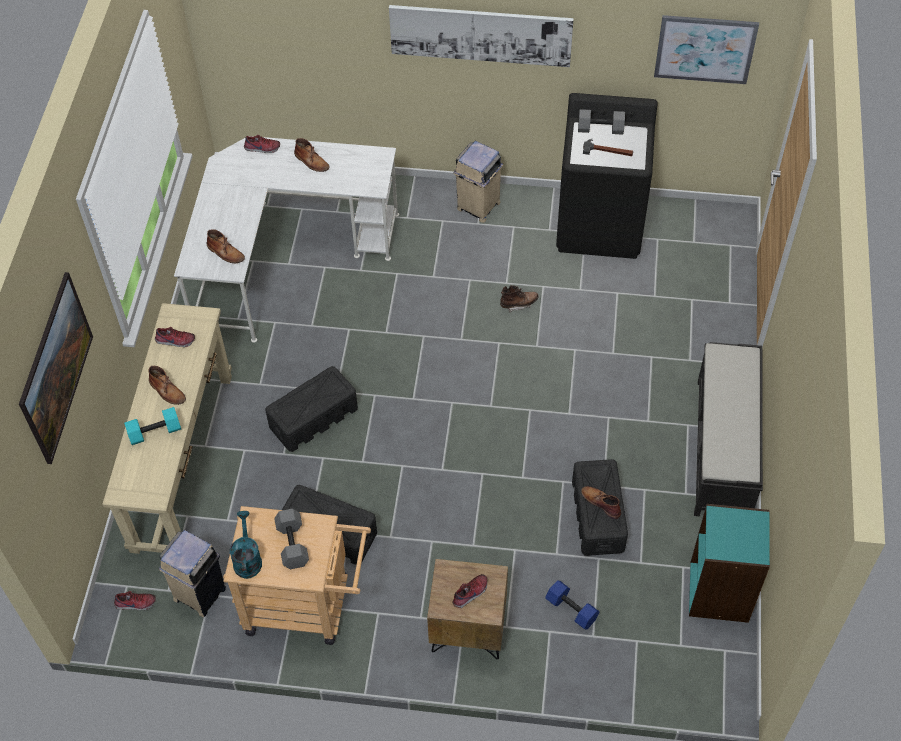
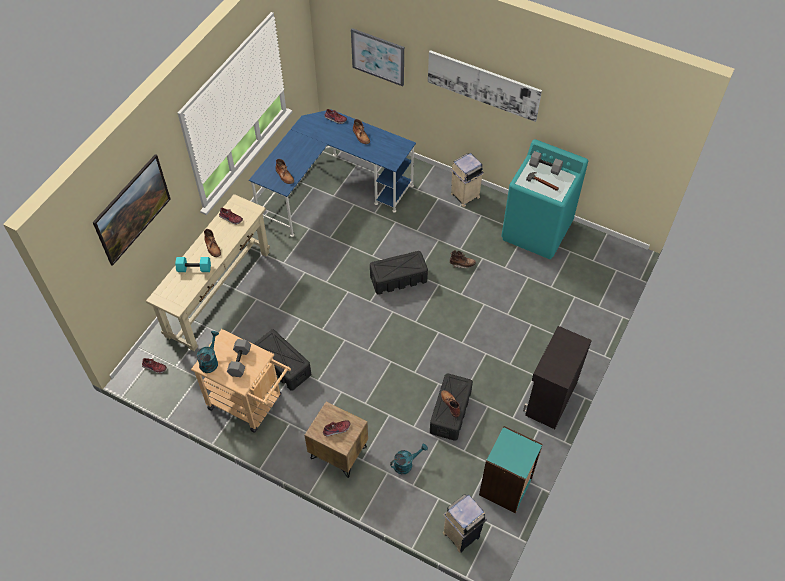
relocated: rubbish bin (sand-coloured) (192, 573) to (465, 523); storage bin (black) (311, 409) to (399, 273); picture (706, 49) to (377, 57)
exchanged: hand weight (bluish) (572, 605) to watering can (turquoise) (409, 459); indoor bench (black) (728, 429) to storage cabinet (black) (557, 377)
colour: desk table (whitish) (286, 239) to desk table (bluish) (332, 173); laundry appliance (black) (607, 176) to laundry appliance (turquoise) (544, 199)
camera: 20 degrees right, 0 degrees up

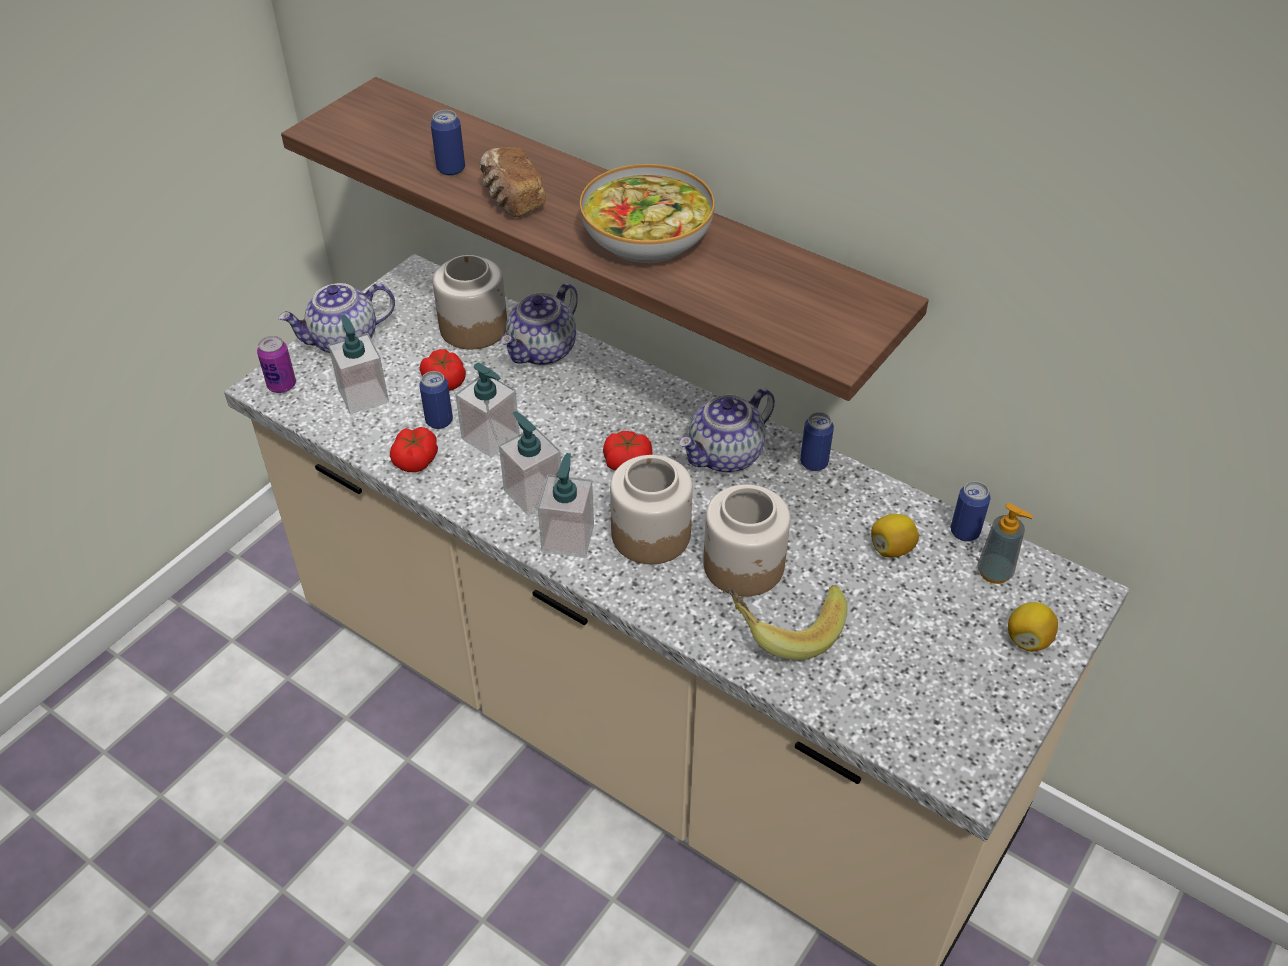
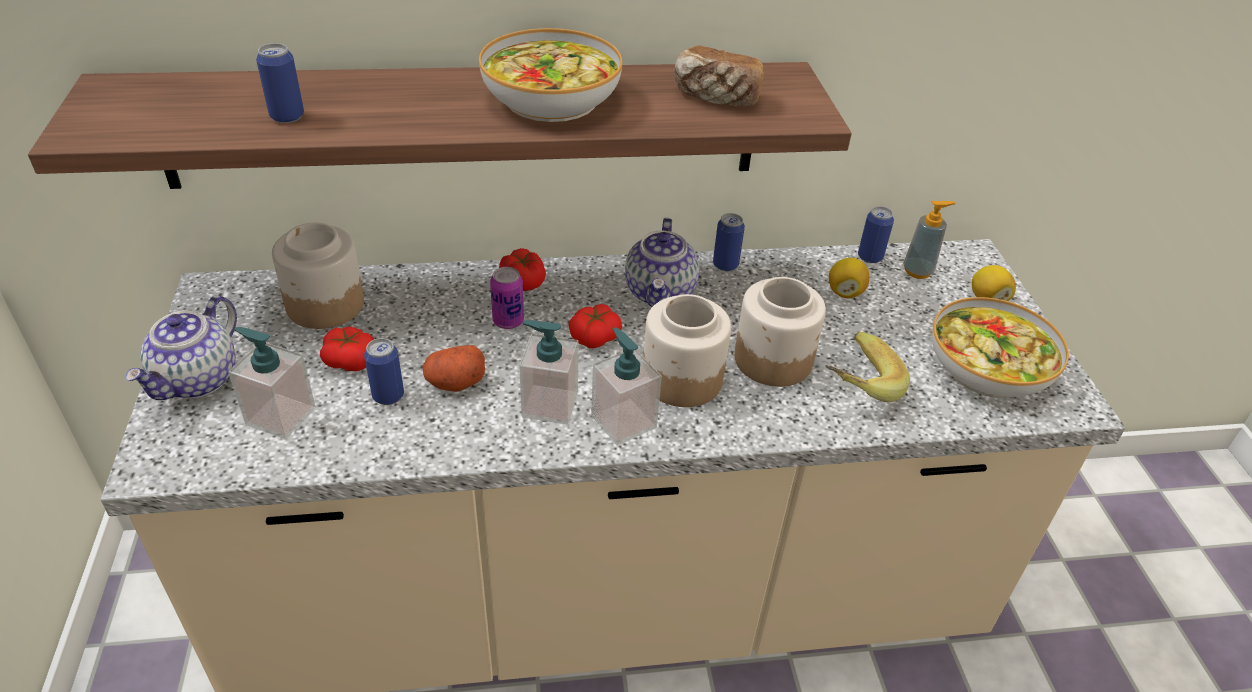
missing: teapot (539, 324)
appeared: serving bowl (1000, 347)
relocated: metal can (276, 364) to (507, 298); whole tomato (414, 449) to (522, 269); baked bread (513, 182) to (719, 76)
exchanged: liquid soap bottle (487, 410) to spud (453, 368)
camera: 45 degrees left, 5 degrees down

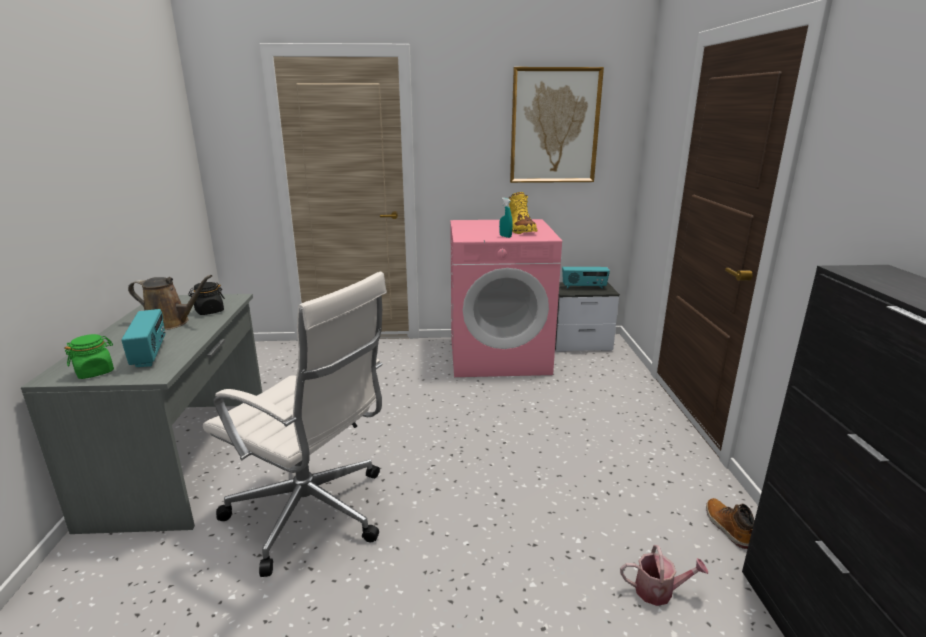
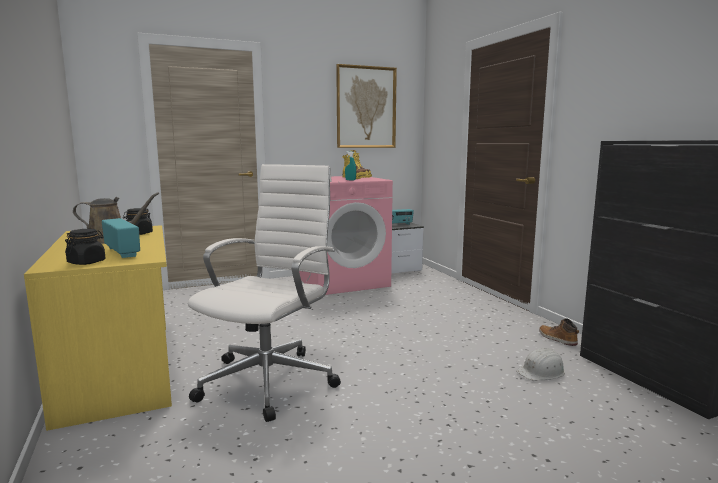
exchanged: watering can (664, 575) to hard hat (whitish) (540, 364)
colour: desk table (grey) (141, 414) to desk table (yellow) (98, 328); jar (green-coloured) (89, 356) to jar (black) (85, 247)
spun: desk chair (whitish) (295, 424) = (264, 293) 75 degrees counterclockwise
camera: 20 degrees left, 10 degrees down

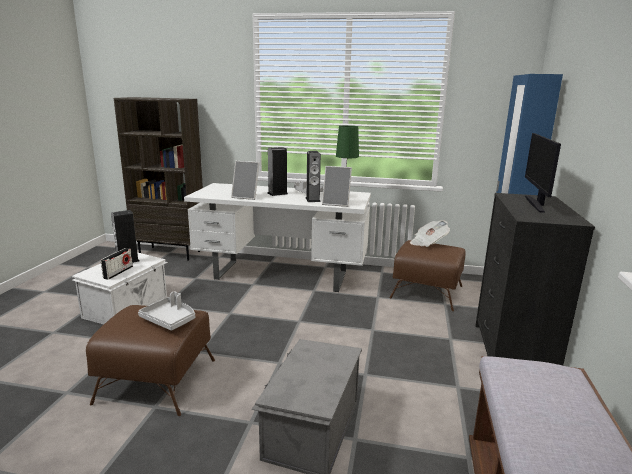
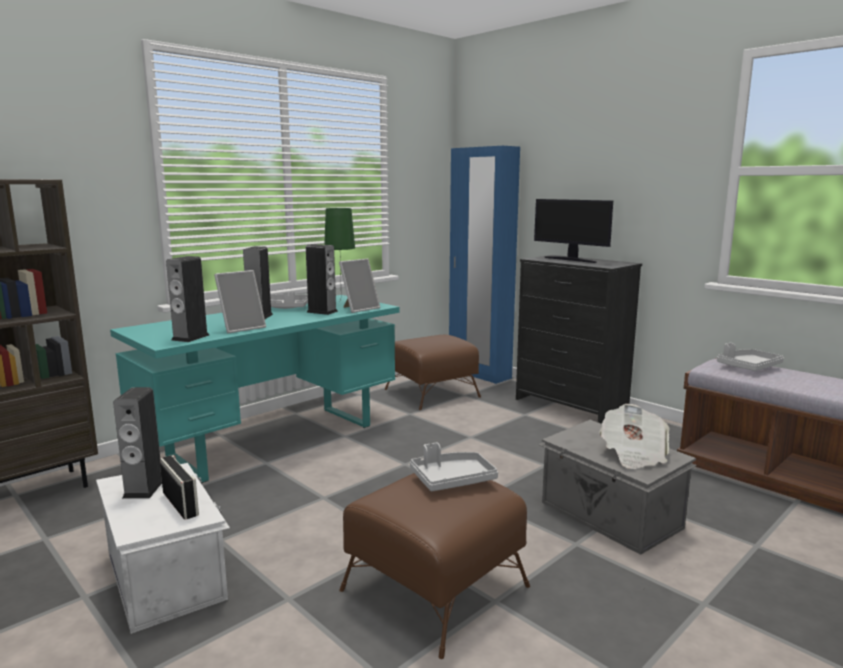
appeared: speaker (187, 299); tray (grey) (750, 357)
relocated: printed paper (430, 233) to (634, 436)
colour: desk table (whitish) (277, 237) to desk table (turquoise) (255, 389)
camera: 55 degrees left, 5 degrees down

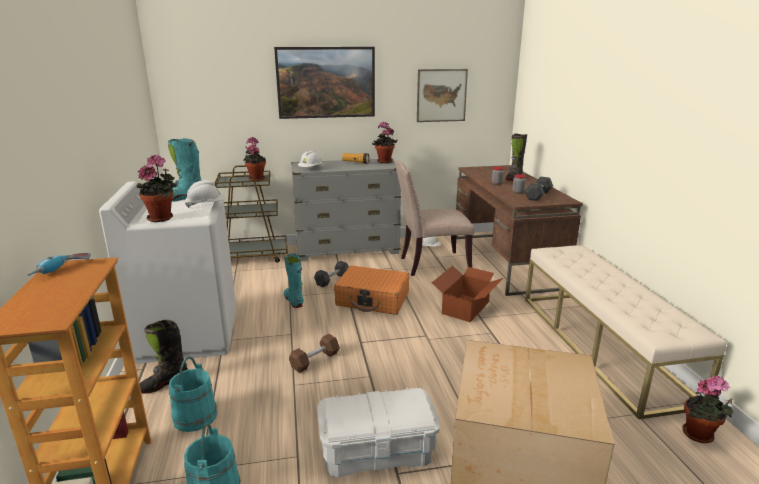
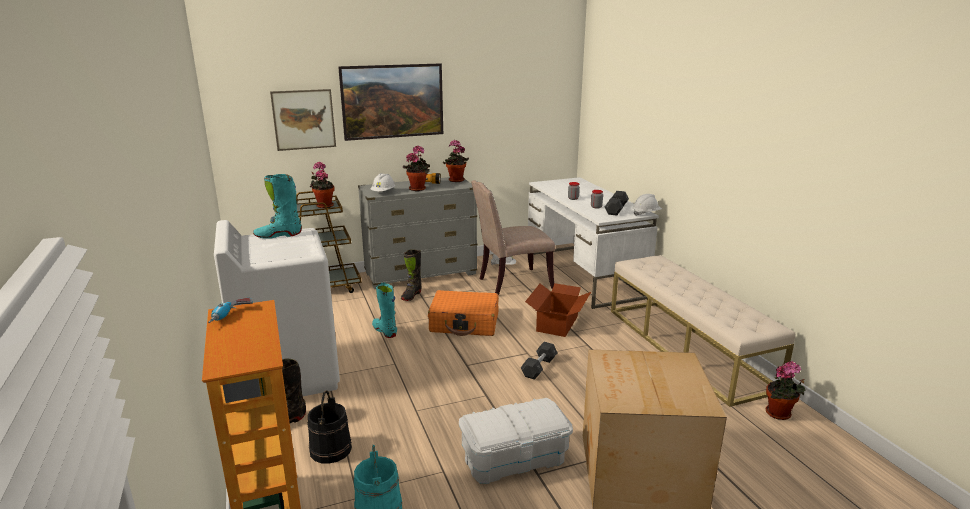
missing: hand weight (brownish) (314, 353)
relocated: potted plant (156, 188) to (416, 168); hard hat (whitish) (205, 194) to (647, 205); hand weight (grey) (331, 274) to (539, 361); picture (442, 95) to (303, 120); high-top boot (black) (516, 157) to (411, 275)
colour: water bucket (turquoise) (193, 394) to water bucket (black) (330, 427); desk table (brownish) (519, 230) to desk table (whitish) (593, 243)
camera: 10 degrees left, 0 degrees up

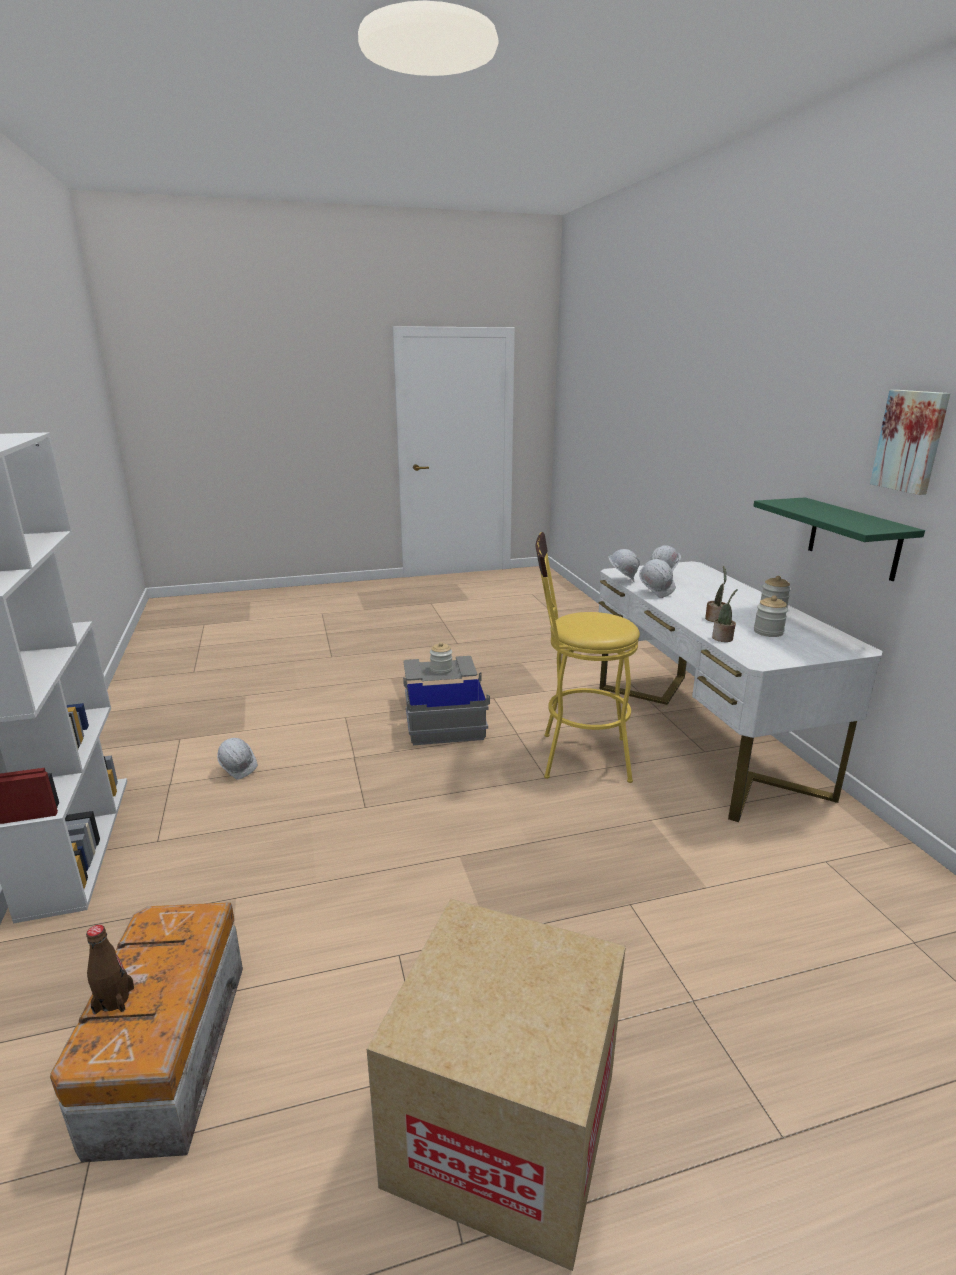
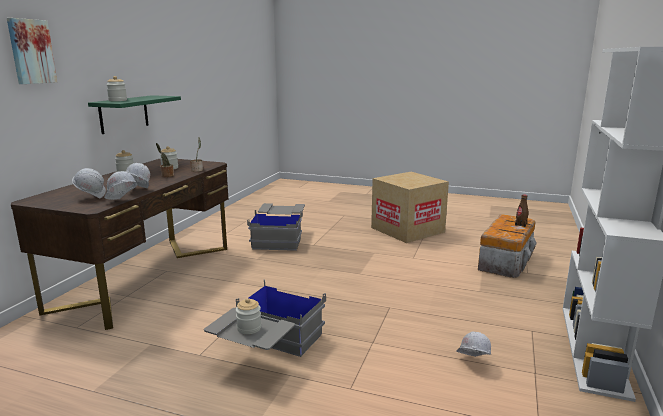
missing: stool (yellow) (588, 657)
appeared: jar (116, 88); storage bin (grey) (276, 227)
relocated: picture (910, 442) to (32, 51)
colour: desk table (whitish) (741, 691) to desk table (brownish) (120, 244)
camera: 145 degrees left, 5 degrees down

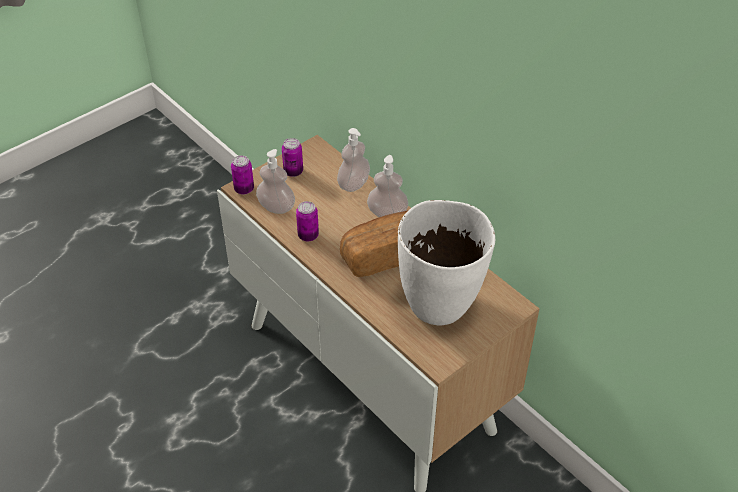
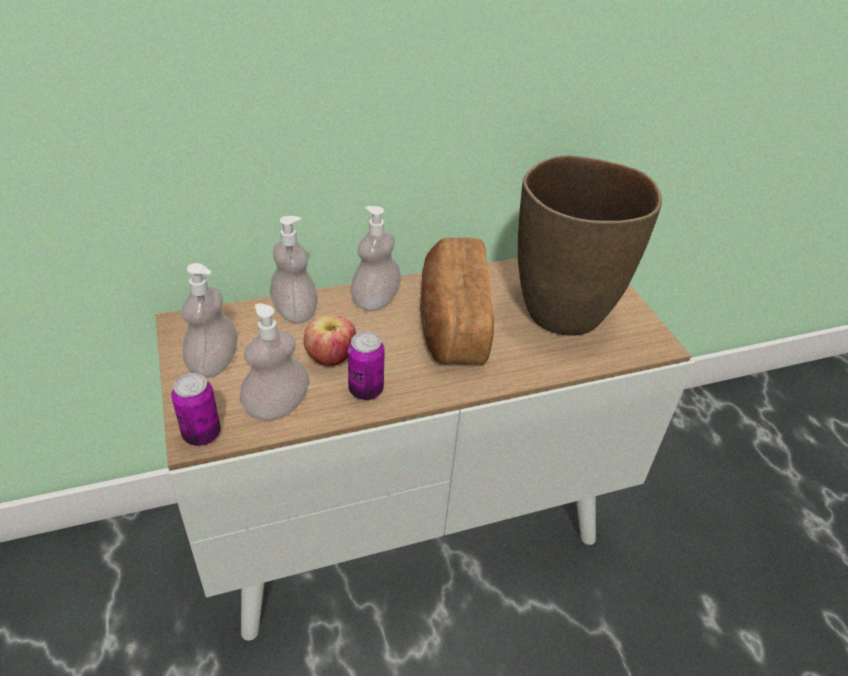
appeared: whole apple (330, 340)
exchanged: metal can (292, 157) to liquid soap bottle (210, 320)
colour: vase (whitish) (446, 263) to vase (brownish) (590, 245)
camera: 70 degrees left, 5 degrees down

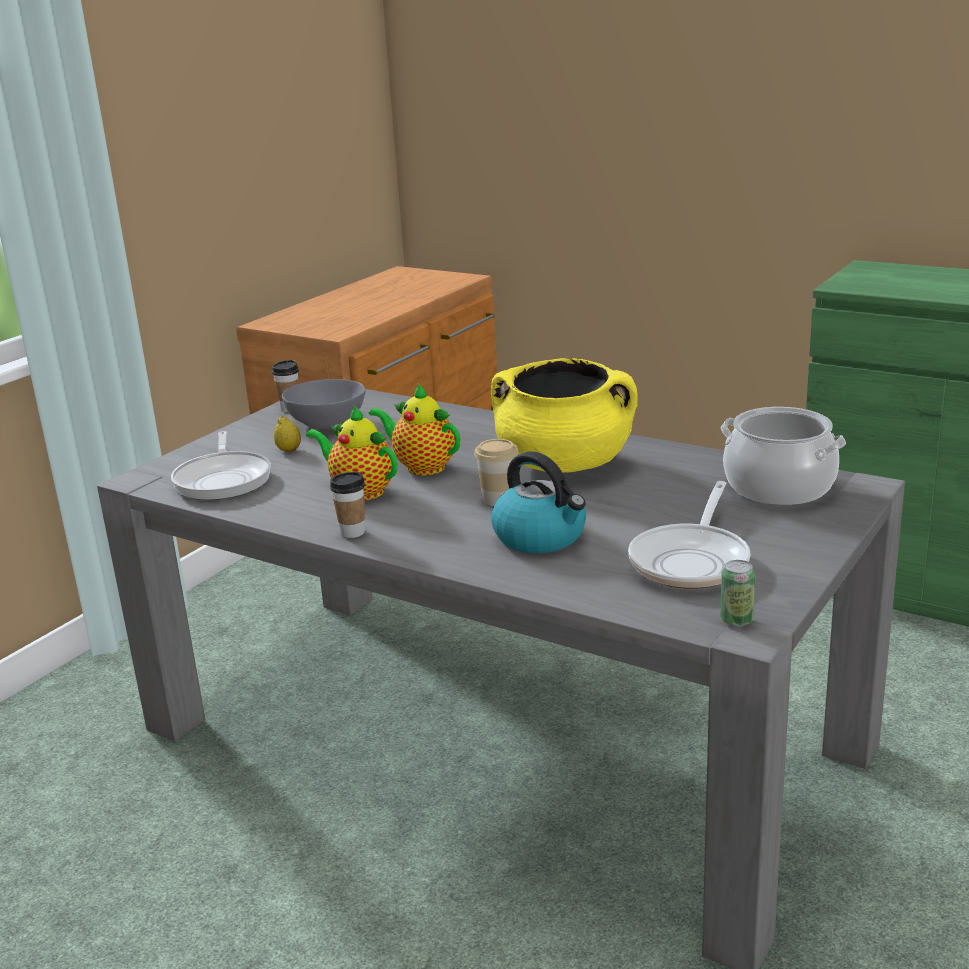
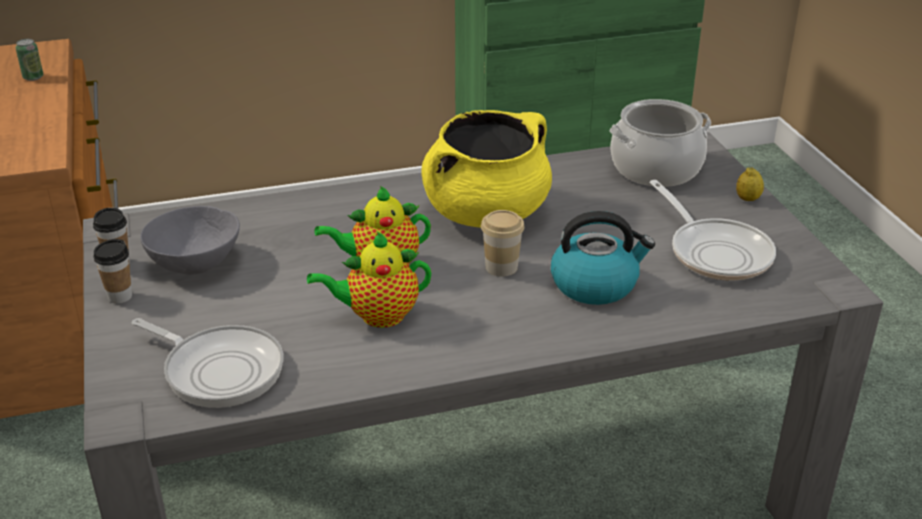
relocated: citrus fruit (287, 434) to (750, 184); cup (347, 505) to (112, 271); metal can (737, 593) to (29, 60)
camera: 50 degrees left, 10 degrees up

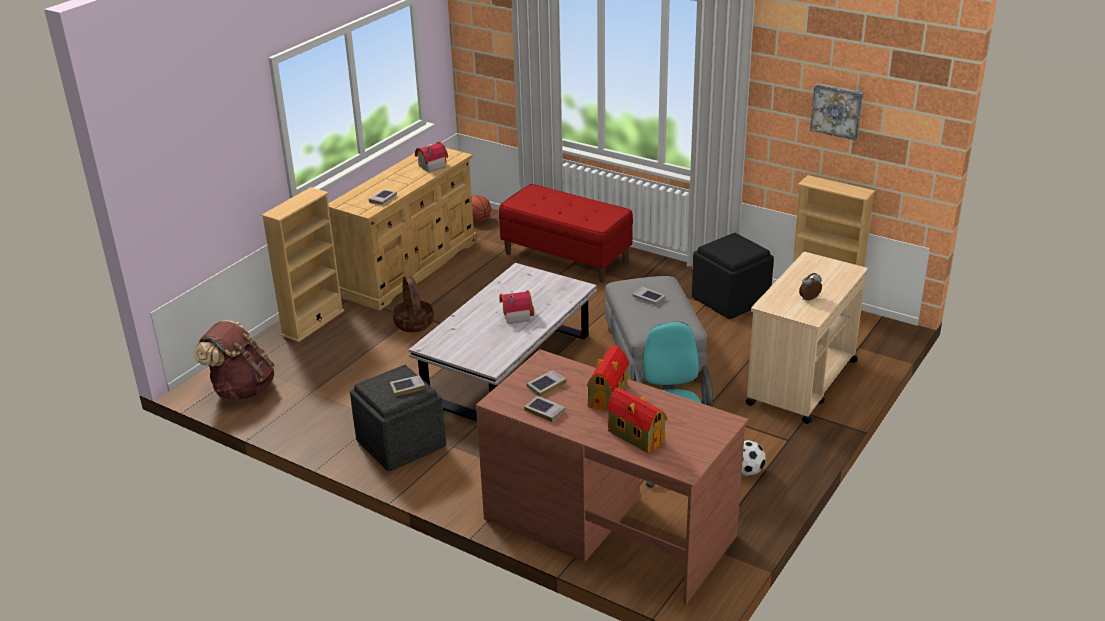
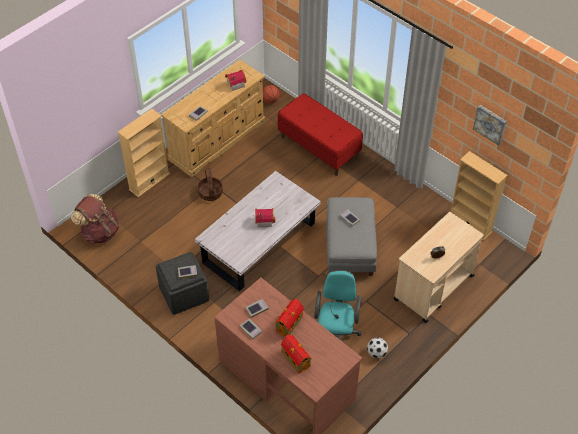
missing: footrest (black) (733, 276)
camera: 10 degrees right, 20 degrees up

